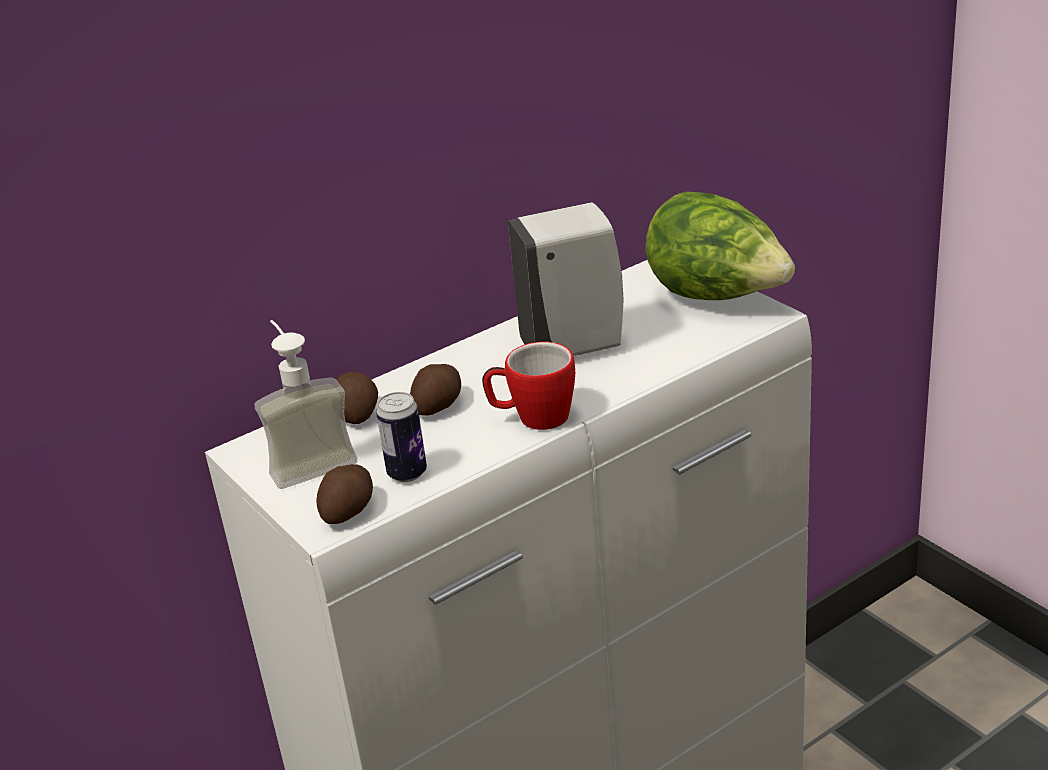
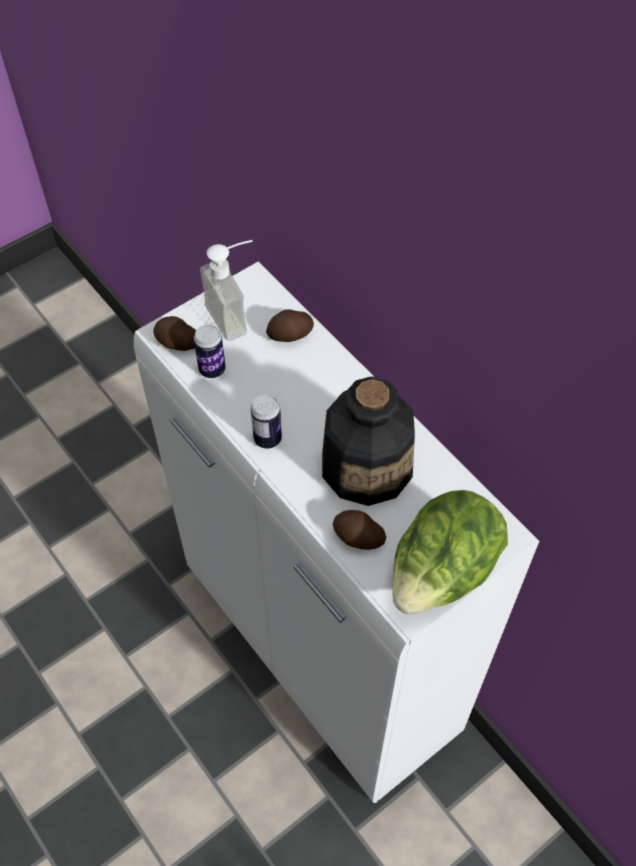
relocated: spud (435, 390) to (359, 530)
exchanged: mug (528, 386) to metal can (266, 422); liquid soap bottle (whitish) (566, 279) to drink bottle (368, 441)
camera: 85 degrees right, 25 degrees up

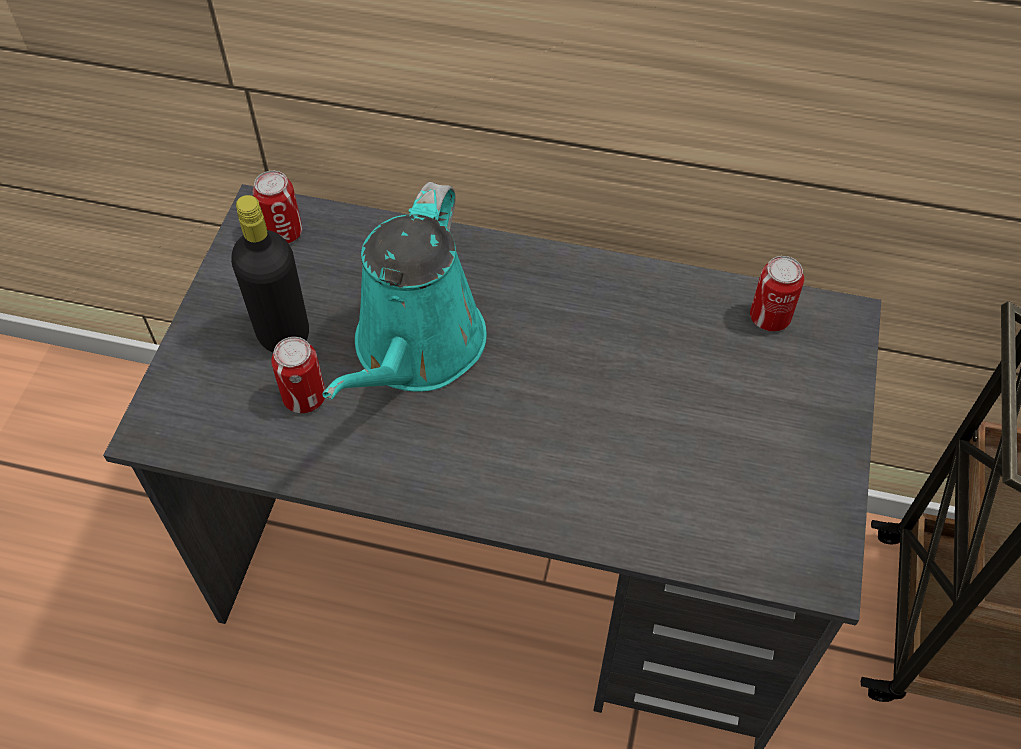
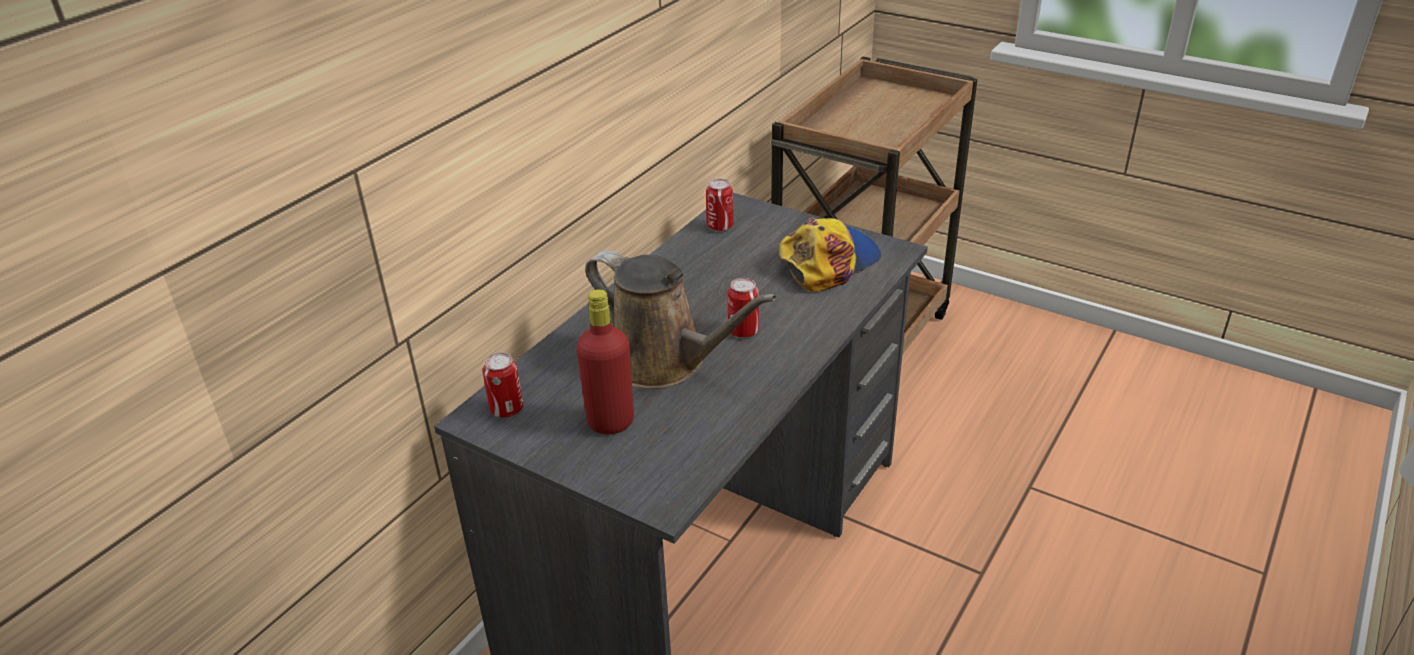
appeared: cap (830, 255)
relocated: metal can (298, 375) to (743, 308)
colour: drink bottle (black) (270, 273) to drink bottle (red-coloured) (605, 361); watering can (turquoise) (404, 290) to watering can (brownish) (681, 319)
camera: 70 degrees left, 20 degrees down

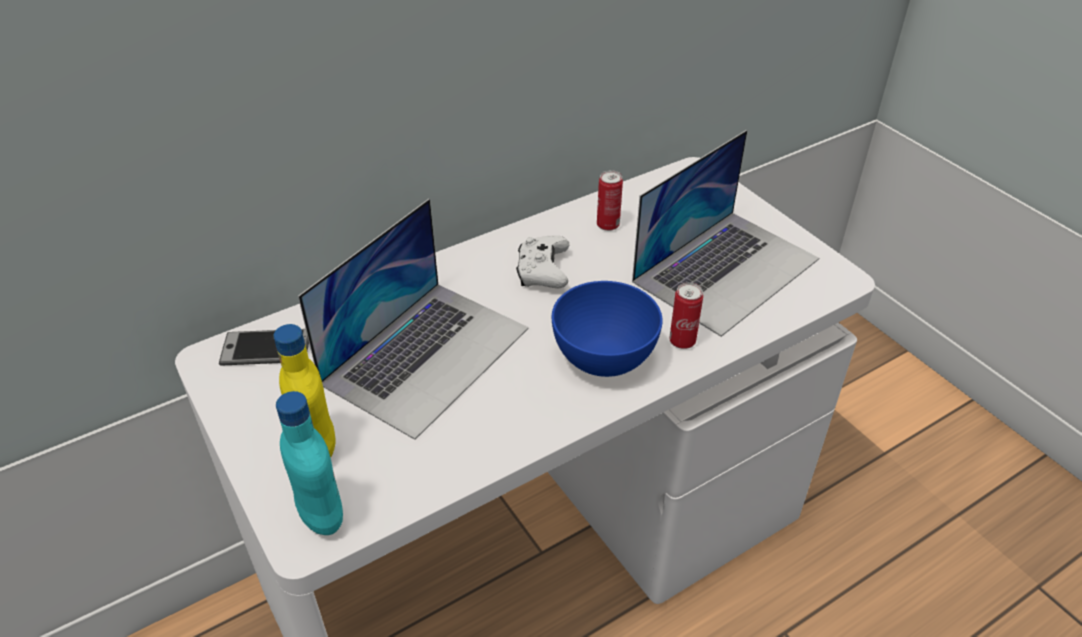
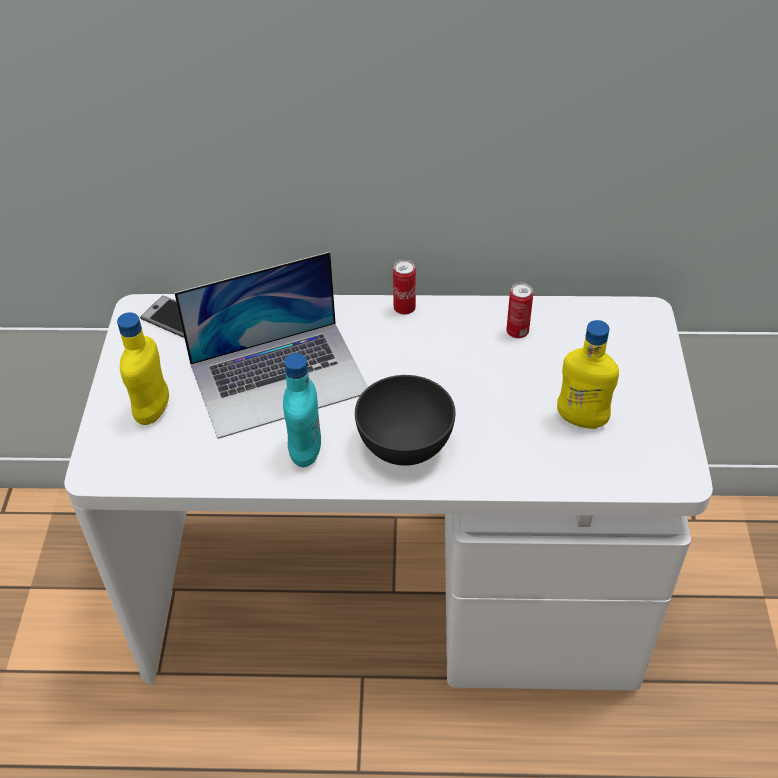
missing: gamepad (whitish) (542, 262)
relocated: drink bottle (turquoise) (309, 463) to (302, 410); metal can (686, 315) to (404, 287)
exchanged: portable computer (725, 233) to drink bottle (yellow) (588, 374)
colour: serving bowl (bluish) (607, 329) to serving bowl (grey) (405, 420)
camera: 35 degrees right, 5 degrees up

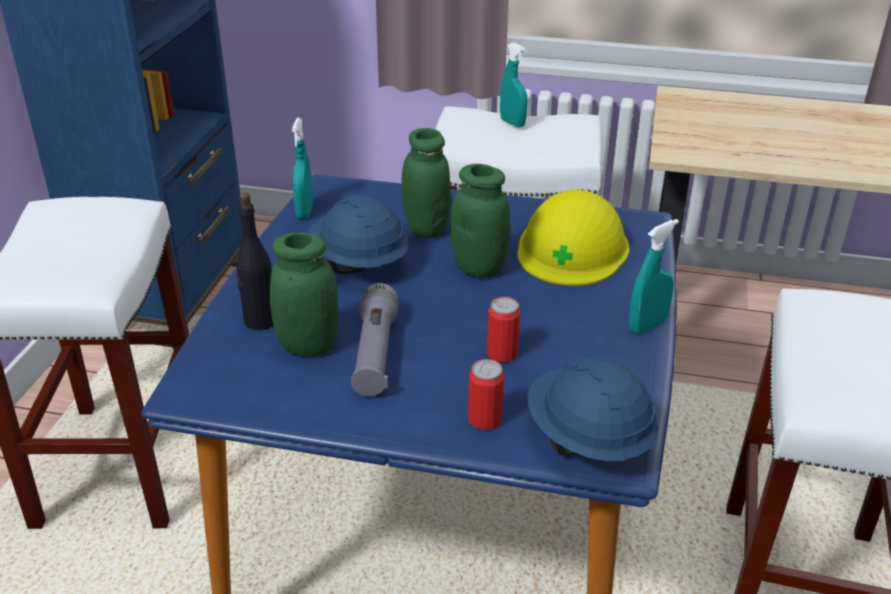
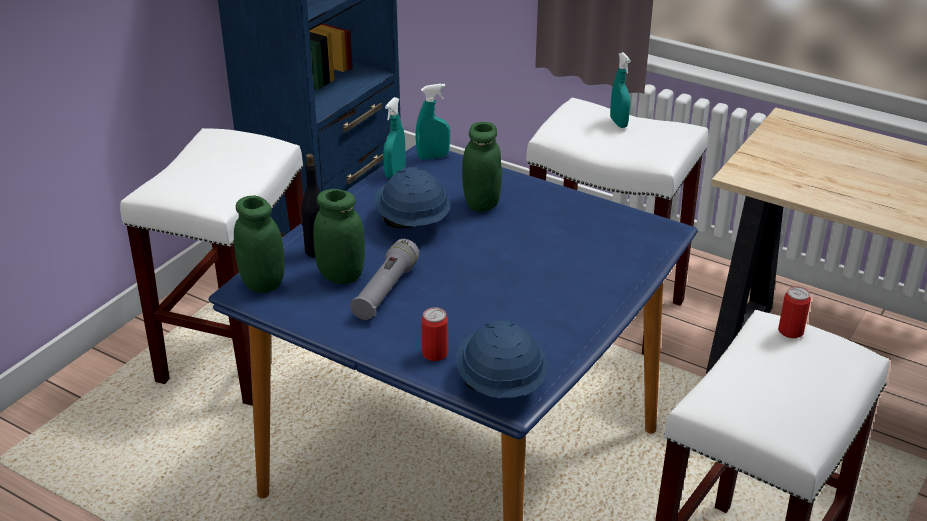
missing: hard hat (yellow) (573, 238)
relocated: jar (green-coloured) (480, 221) to (259, 244); metal can (503, 329) to (794, 312); spray bottle (turquoise) (654, 276) to (432, 122)
camera: 20 degrees right, 0 degrees up

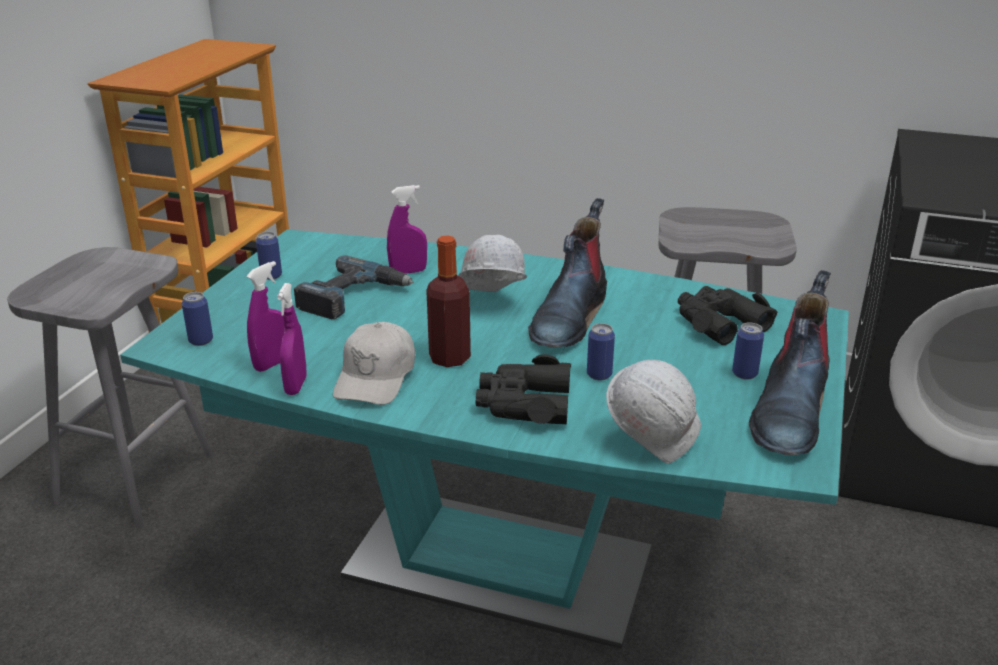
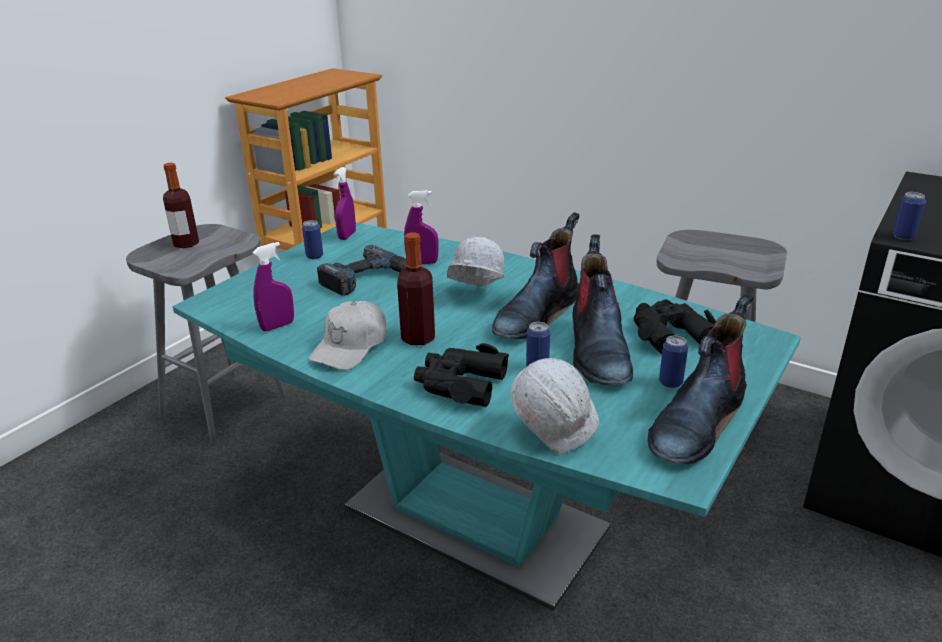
appeared: drink bottle (181, 205); high-top boot (603, 310)
relocated: metal can (197, 319) to (909, 216); spray bottle (purplish) (292, 339) to (345, 203)
camera: 15 degrees right, 0 degrees up

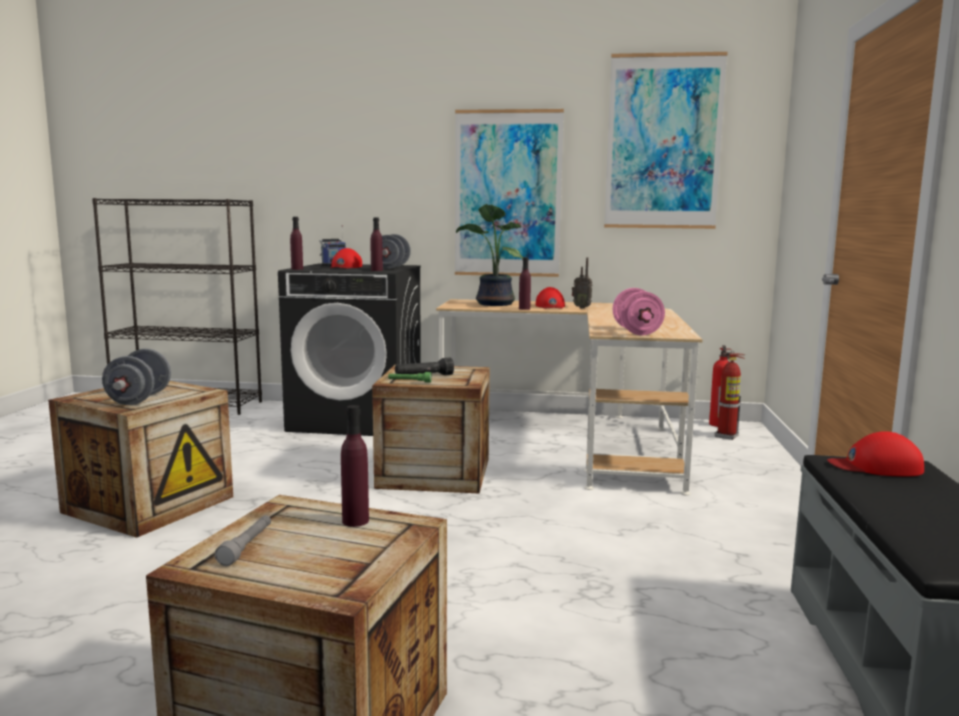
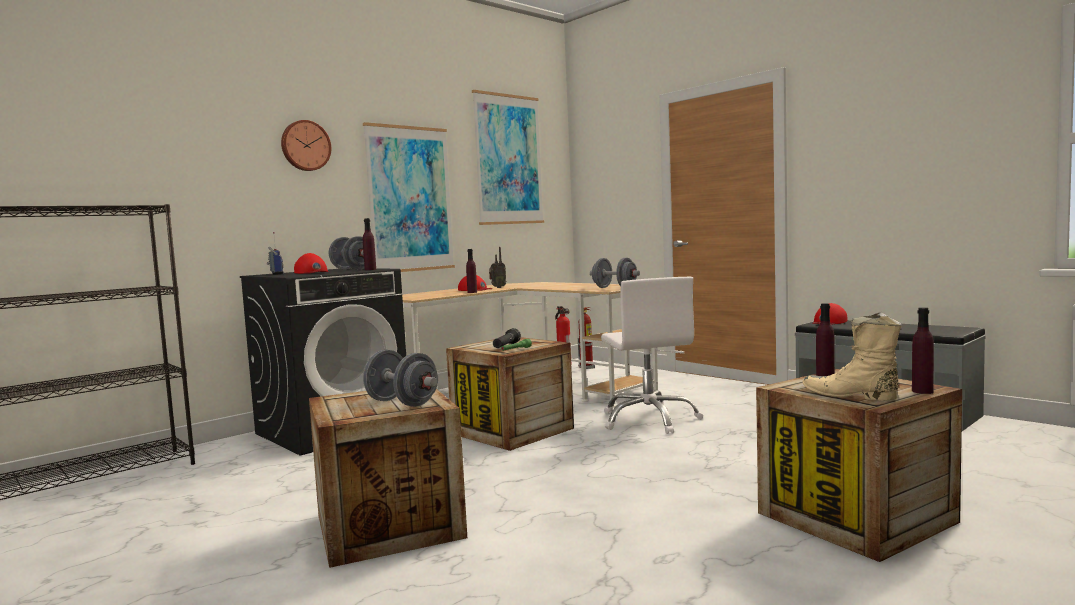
missing: potted plant (489, 255)
appeared: wall clock (306, 145); desk chair (whitish) (652, 355)
relocated: drink bottle (purplish) (296, 243) to (923, 350)
exchanged: torch (grey) (243, 540) to high-top boot (sand-coloured) (852, 356)
colour: hand weight (pink-coloured) (639, 311) to hand weight (grey) (615, 273)
camera: 50 degrees left, 5 degrees down

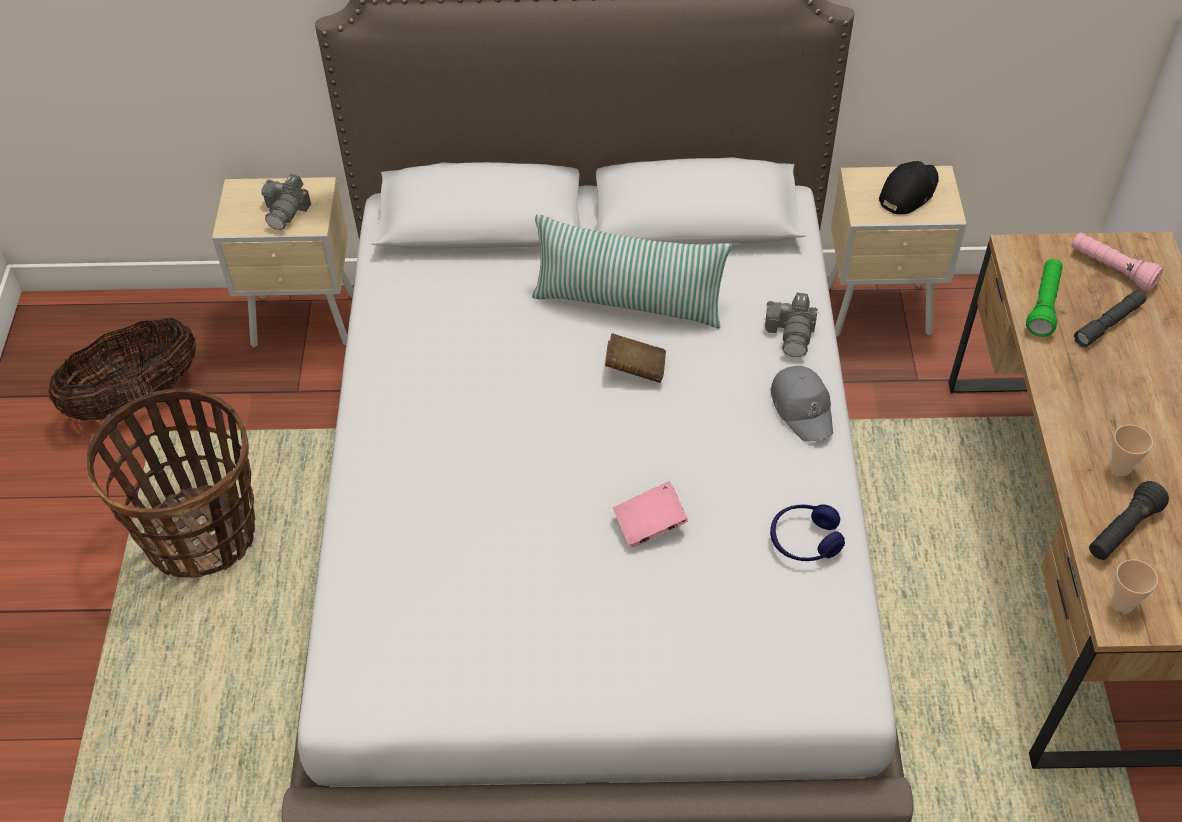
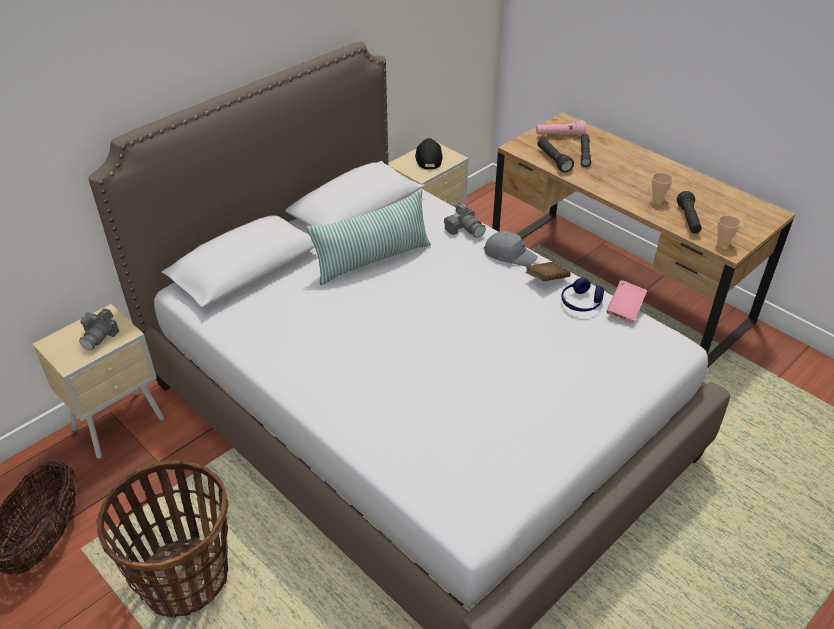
relocated: volume (brownish) (635, 358) to (548, 271); volume (pink-coloured) (650, 514) to (626, 301)
colour: torch (green-coloured) (1044, 298) to torch (black) (555, 155)
spun: photo camera (286, 202) = (99, 329) 45 degrees clockwise
camera: 45 degrees left, 10 degrees down

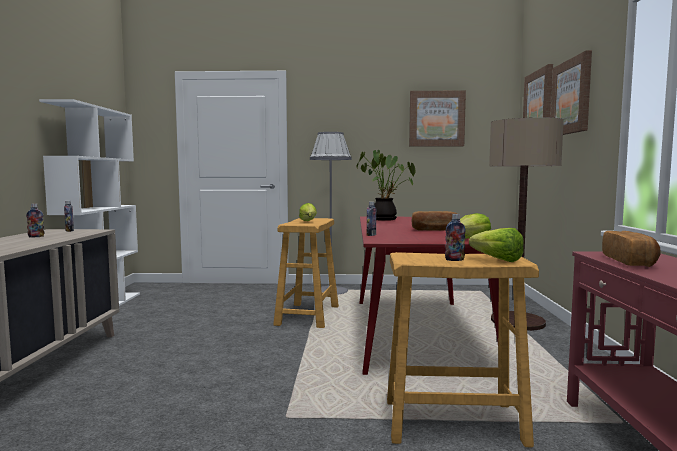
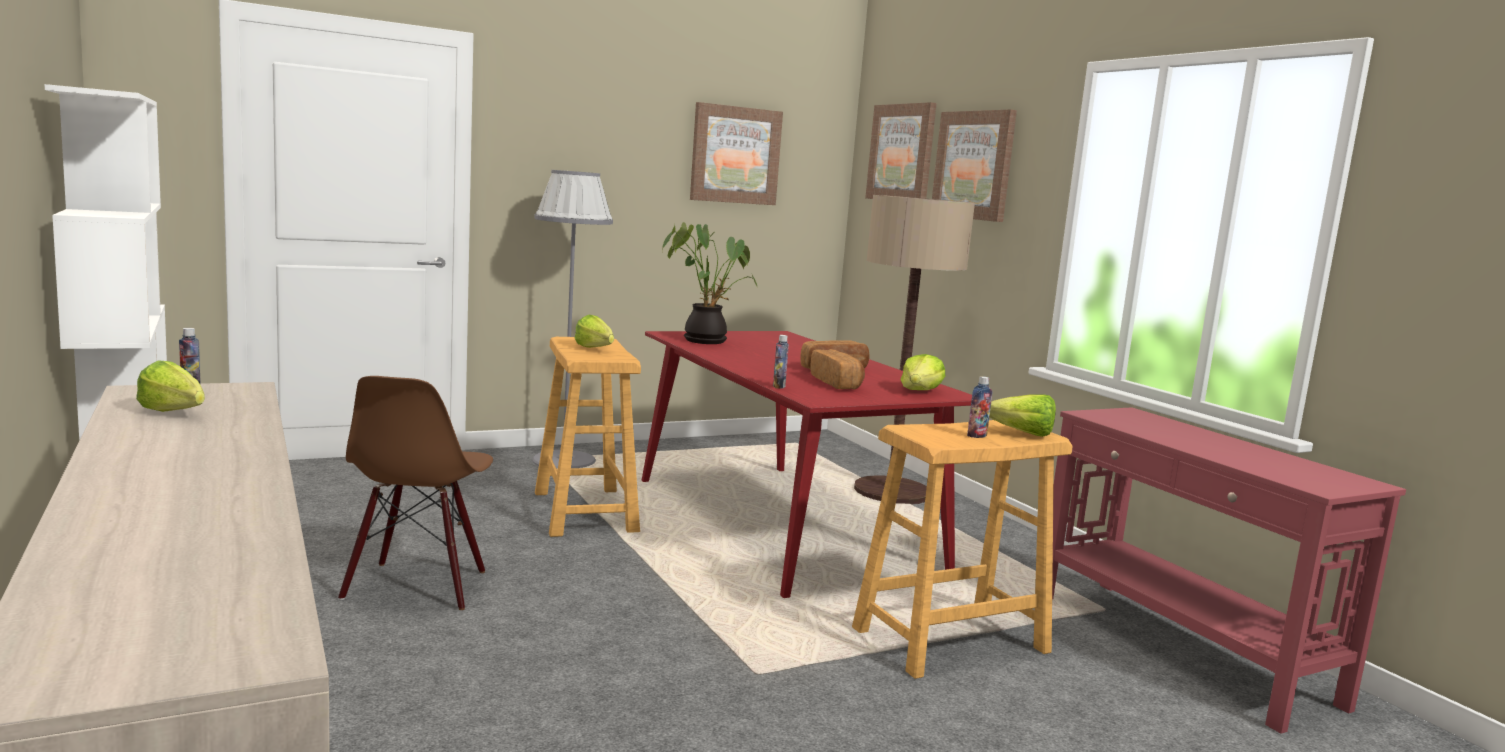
appeared: plain chair (brownish) (415, 493)
relocated: baked bread (631, 249) to (837, 369)
exchanged: drink bottle (35, 220) to lettuce head (170, 386)
camera: 30 degrees left, 5 degrees up

